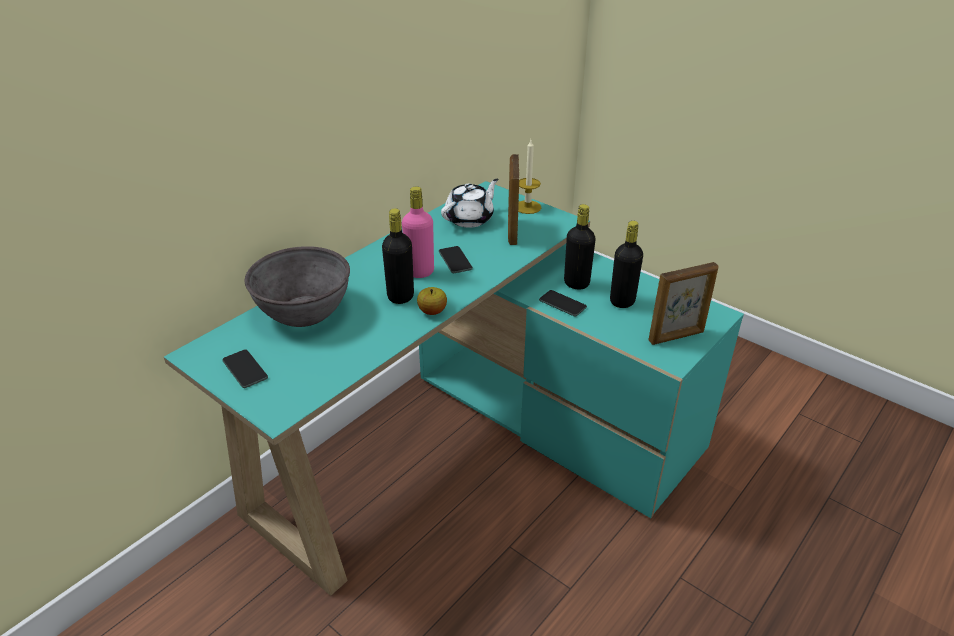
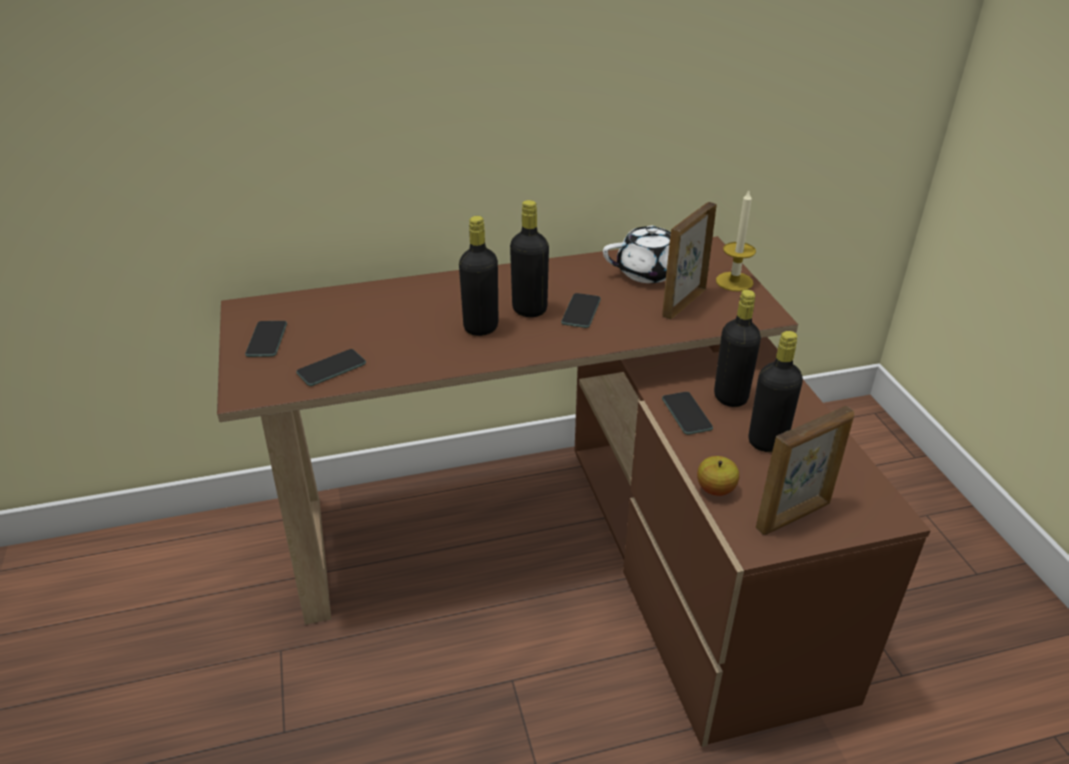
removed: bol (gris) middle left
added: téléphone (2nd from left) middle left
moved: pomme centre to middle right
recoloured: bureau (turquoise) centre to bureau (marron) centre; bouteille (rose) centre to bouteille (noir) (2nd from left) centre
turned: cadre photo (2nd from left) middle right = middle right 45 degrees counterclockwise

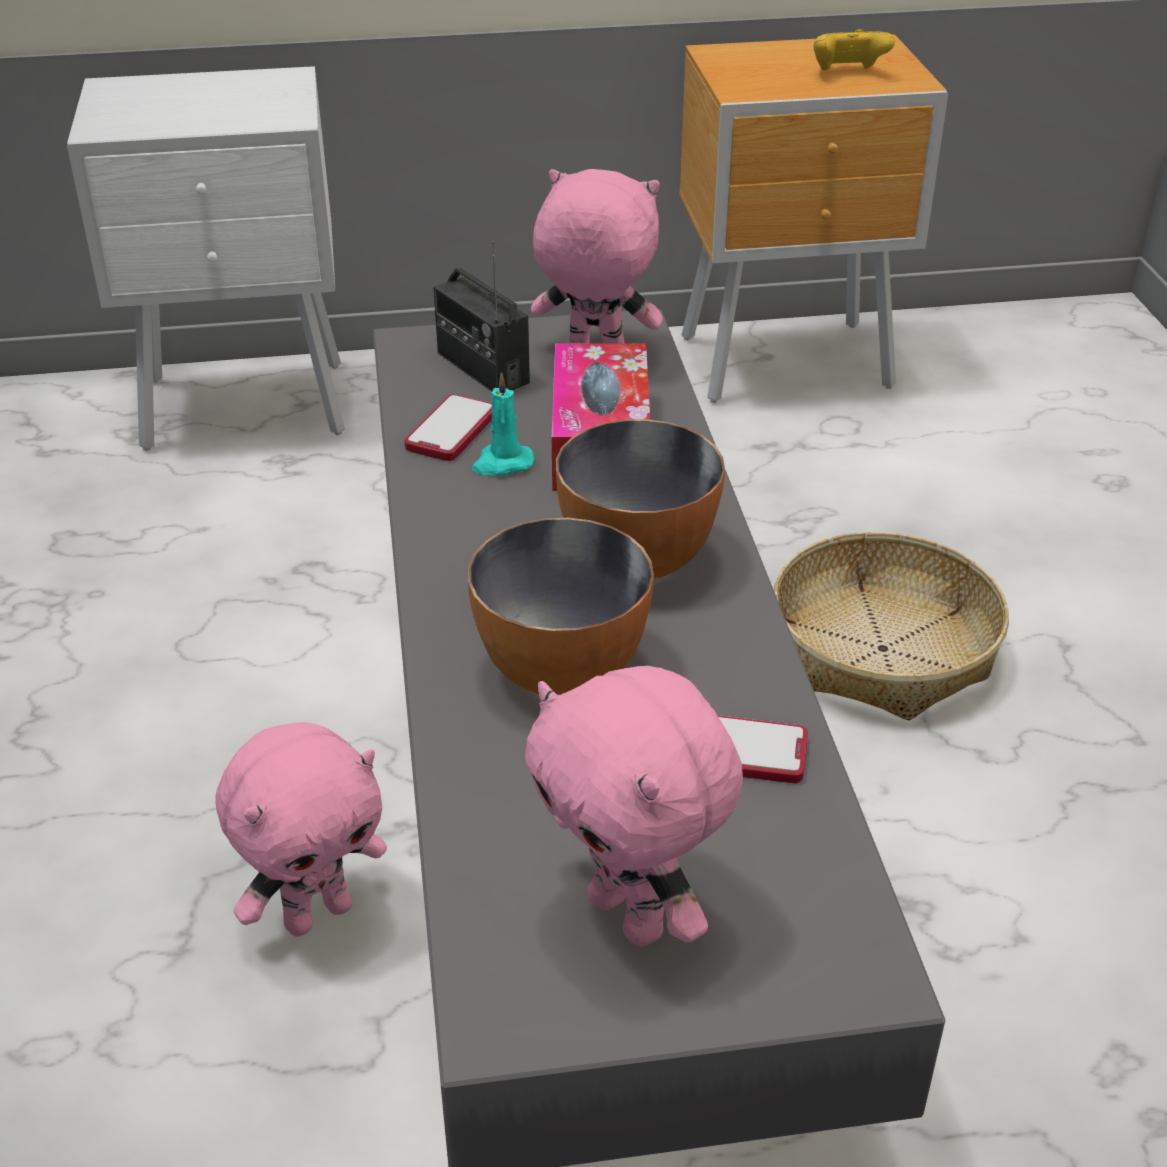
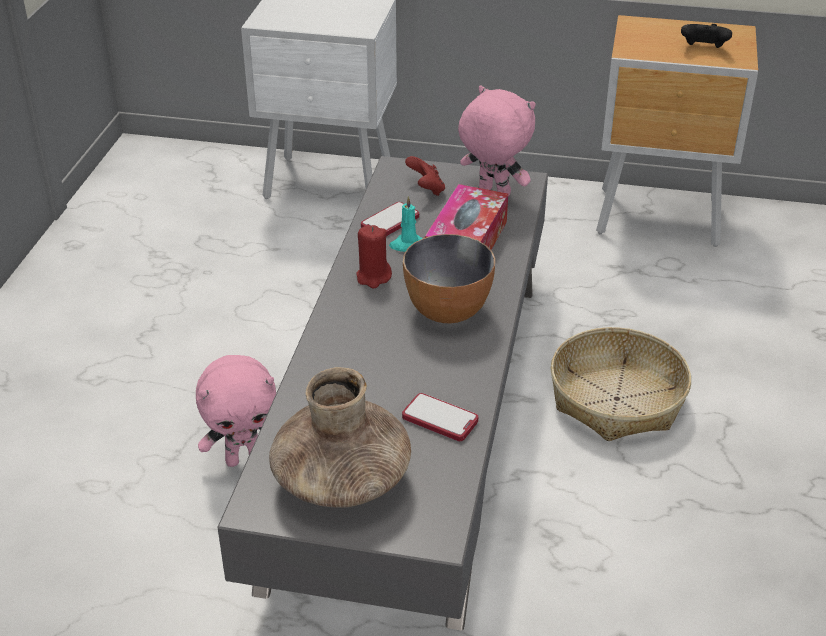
removed: bol (1st from left) centre
added: bougie (rouge) centre
replaced: peluche (rose) (3rd from left) bottom centre to vase (marron) bottom centre; radio top centre to manette (rouge) top centre
recoloured: manette (jaune) top right to manette (noir) top right

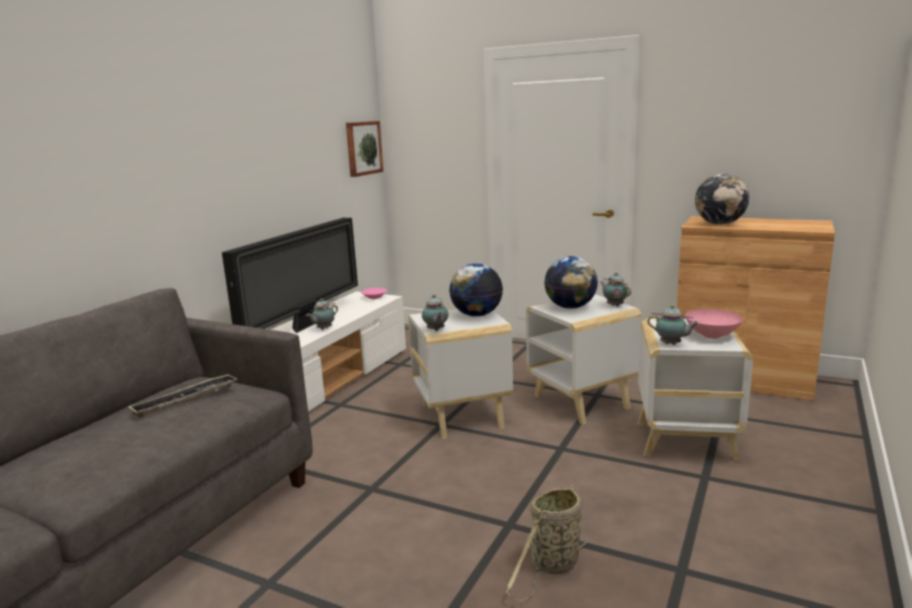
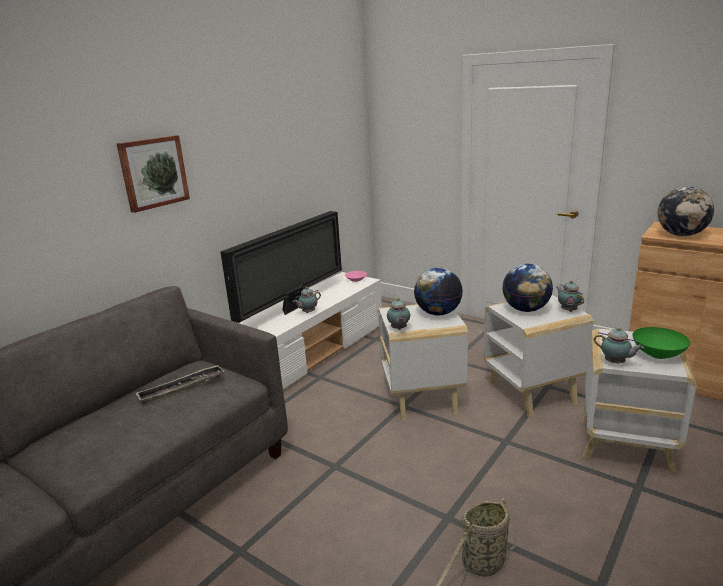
moved: tableau top centre to top left
recoloured: bol (rose) (2nd from left) middle right to bol (vert) middle right

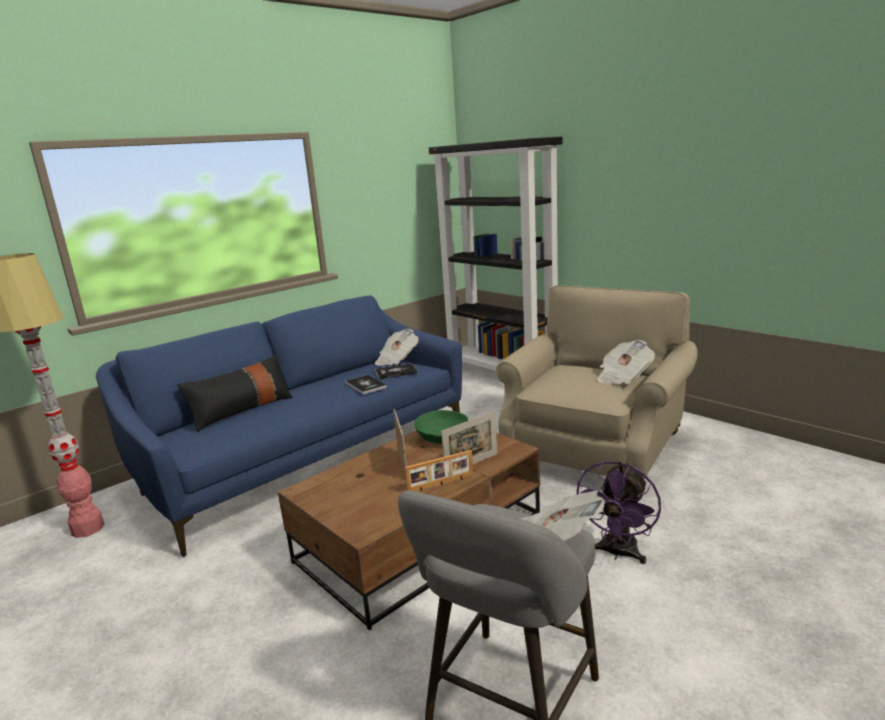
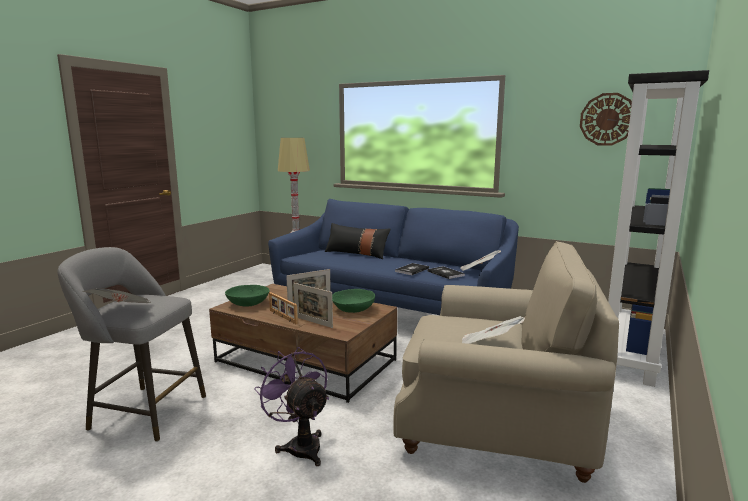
added: bol (vert) (1st from left) middle left; horloge murale top right
turned: ventilateur (violet) bottom right = bottom centre 45 degrees clockwise

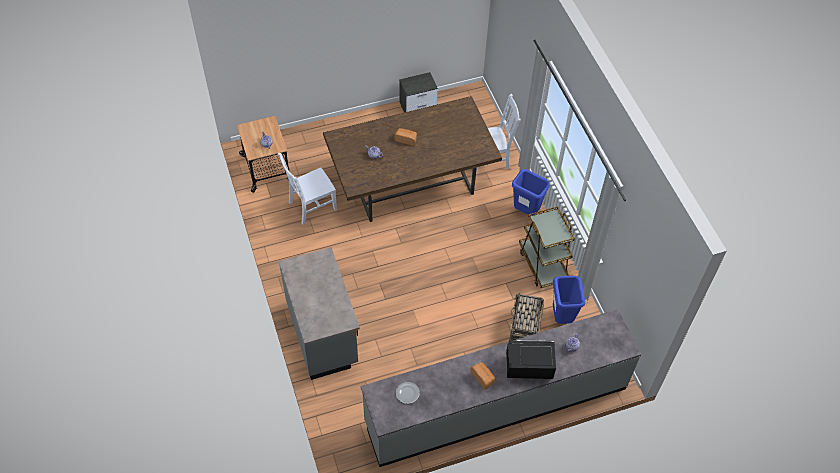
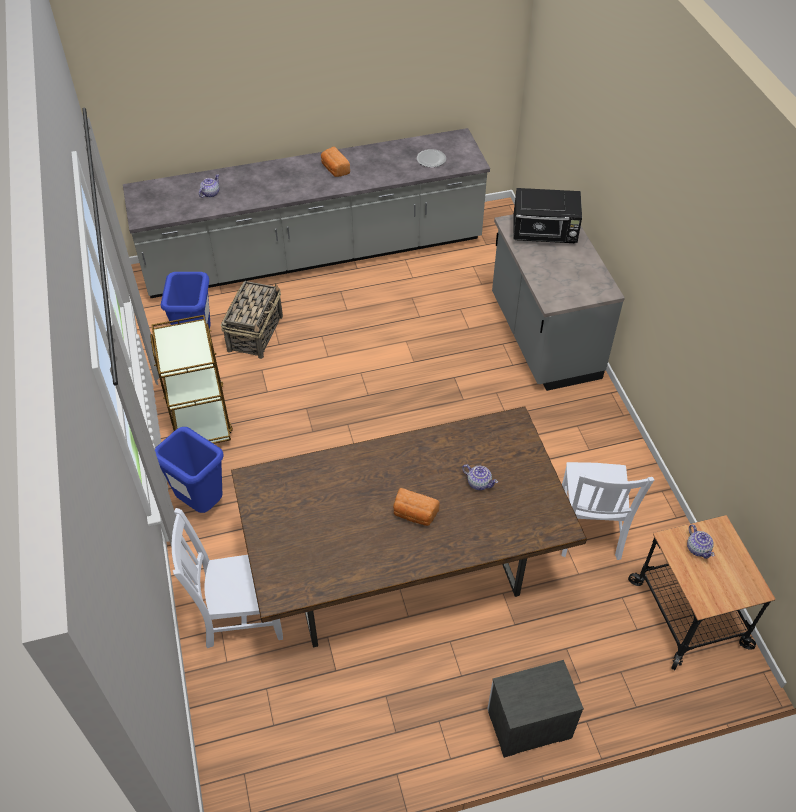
moved: table de chevet top centre to bottom right; micro-ondes (noir) bottom centre to top right
turned: chaise (blanc) (1st from left in the first image) centre = middle right 120 degrees clockwise

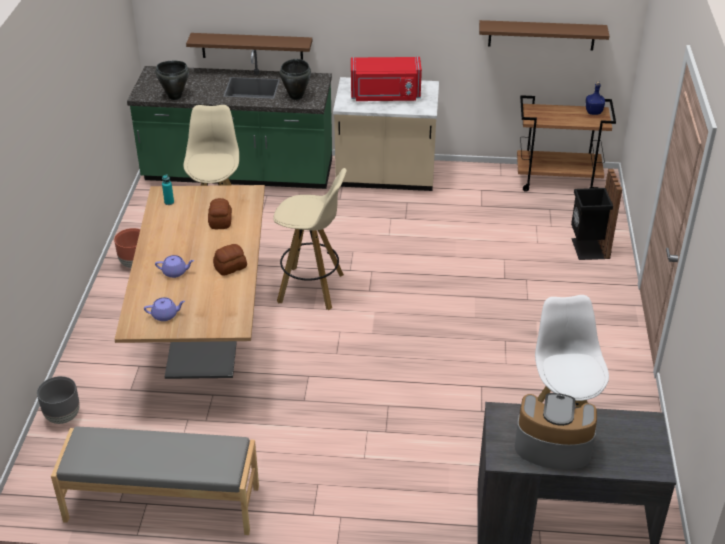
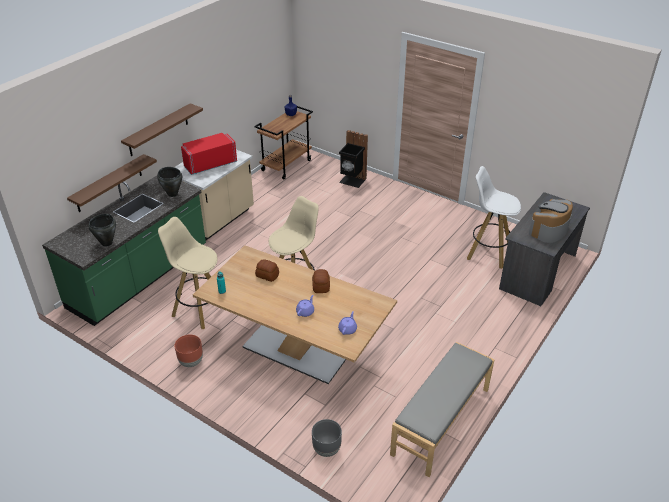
moved: étagère (marron) (2nd from left) top right to top left
turned: micro-ondes (rouge) top centre = top left 150 degrees counterclockwise

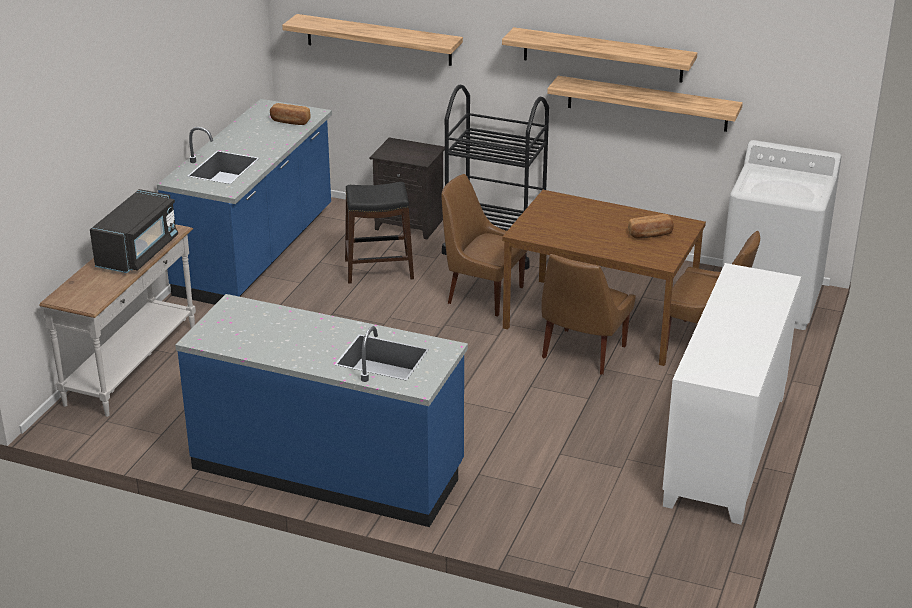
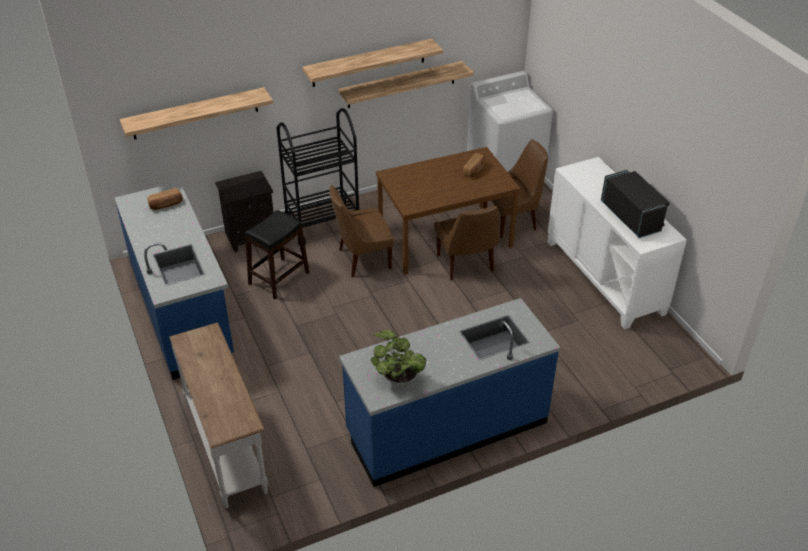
added: plante en pot centre
moved: micro-ondes (noir) middle left to middle right

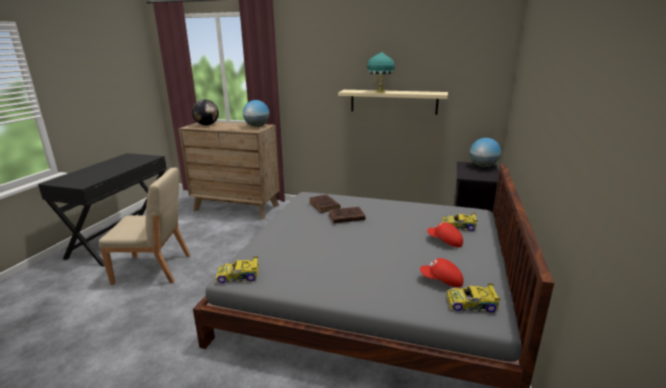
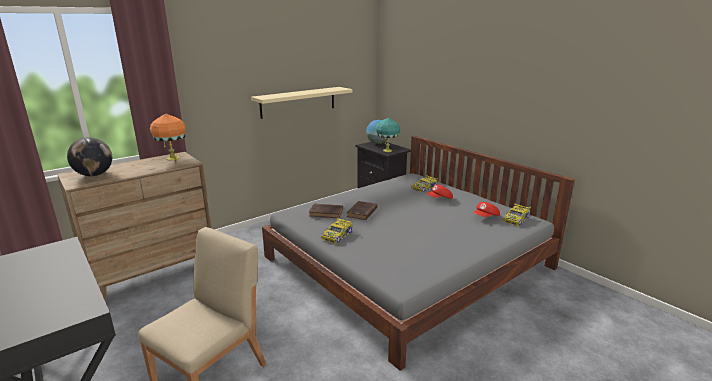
moved: petite voiture (1st from left) bottom centre to centre; lampe de table (turquoise) top centre to centre
replaced: globe (2nd from left) top centre to lampe de table (orange) middle left

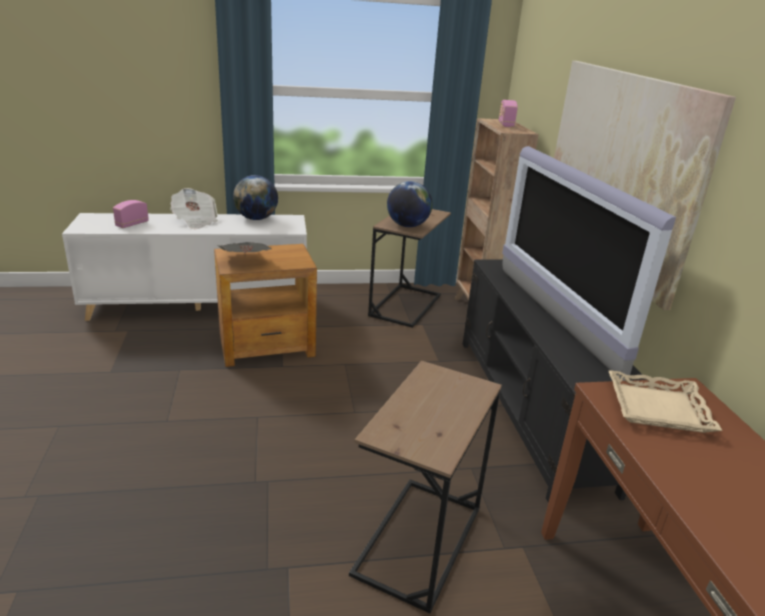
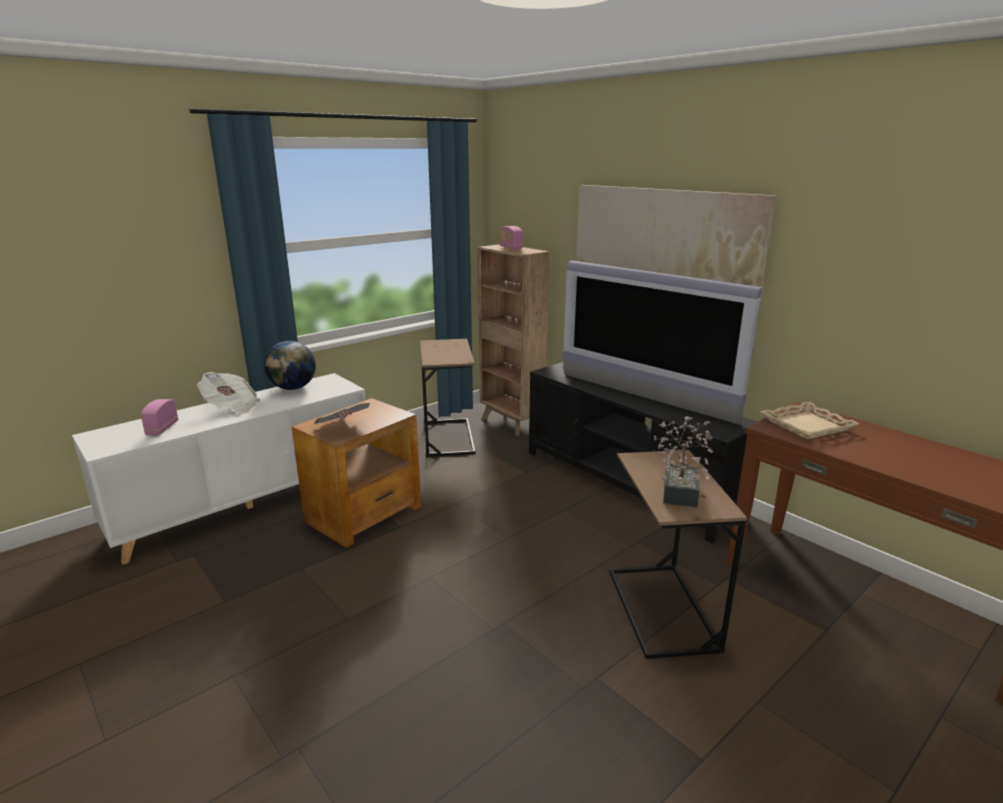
removed: globe (2nd from left) top centre
added: plante en pot middle right

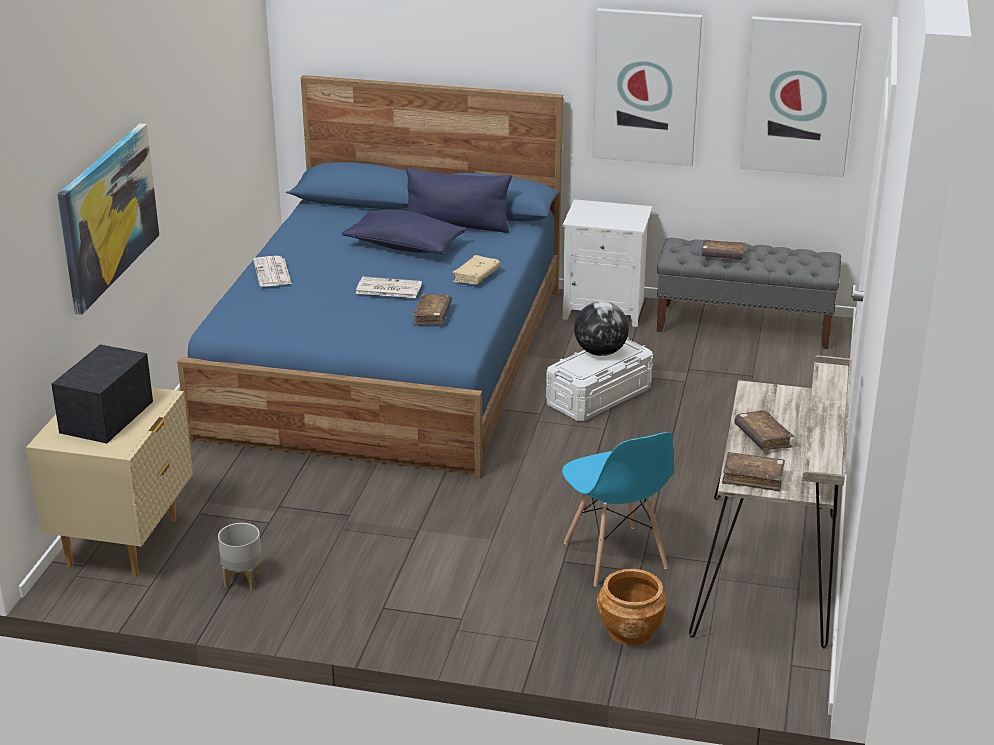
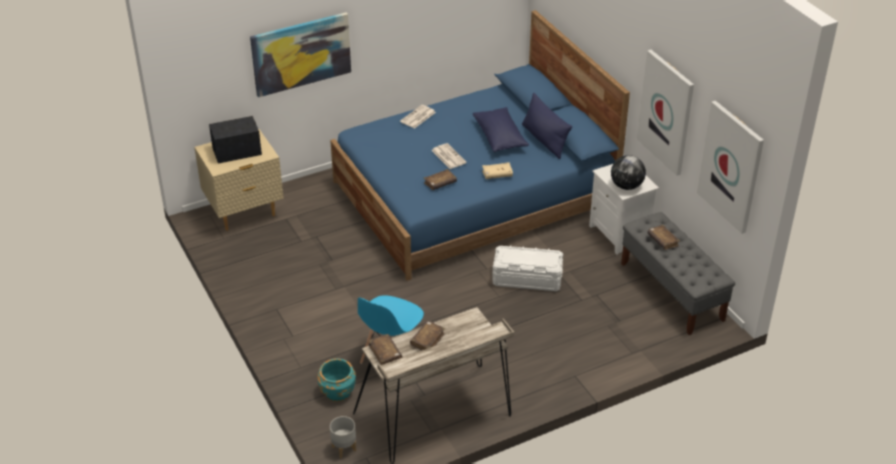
moved: cache-pot (gris) bottom left to bottom centre; globe centre to middle right
recoloured: cache-pot (marron) bottom centre to cache-pot (turquoise) bottom centre

